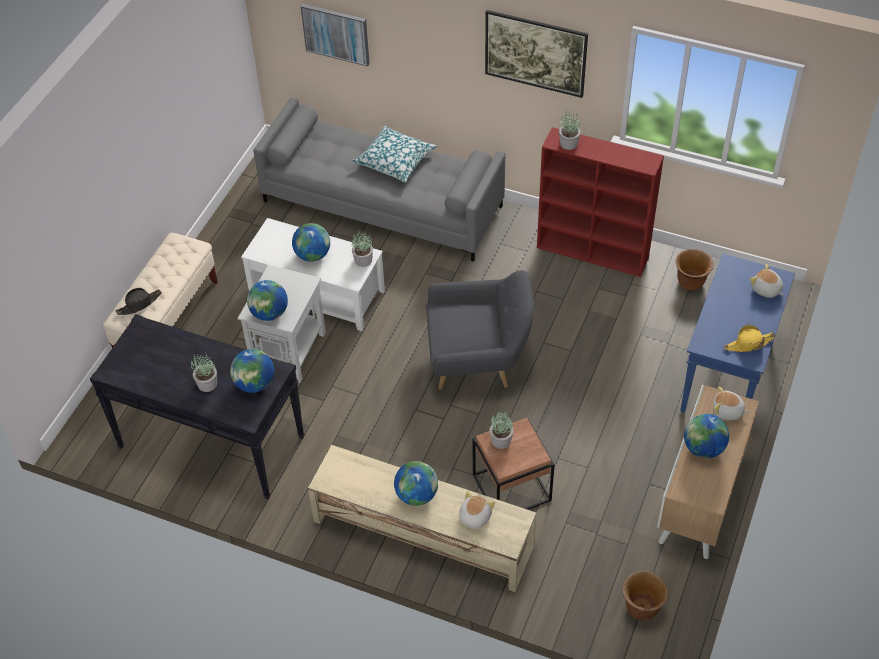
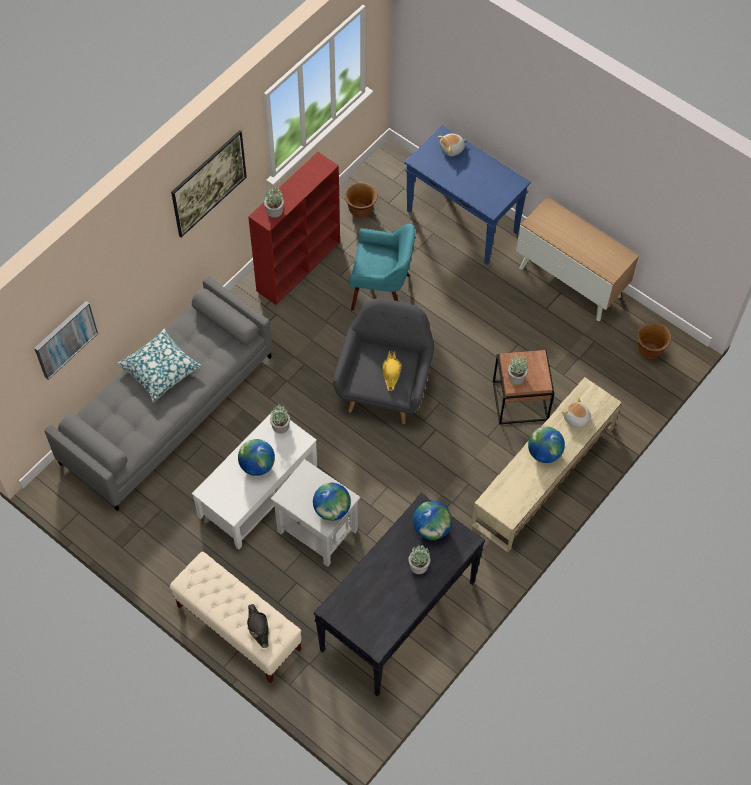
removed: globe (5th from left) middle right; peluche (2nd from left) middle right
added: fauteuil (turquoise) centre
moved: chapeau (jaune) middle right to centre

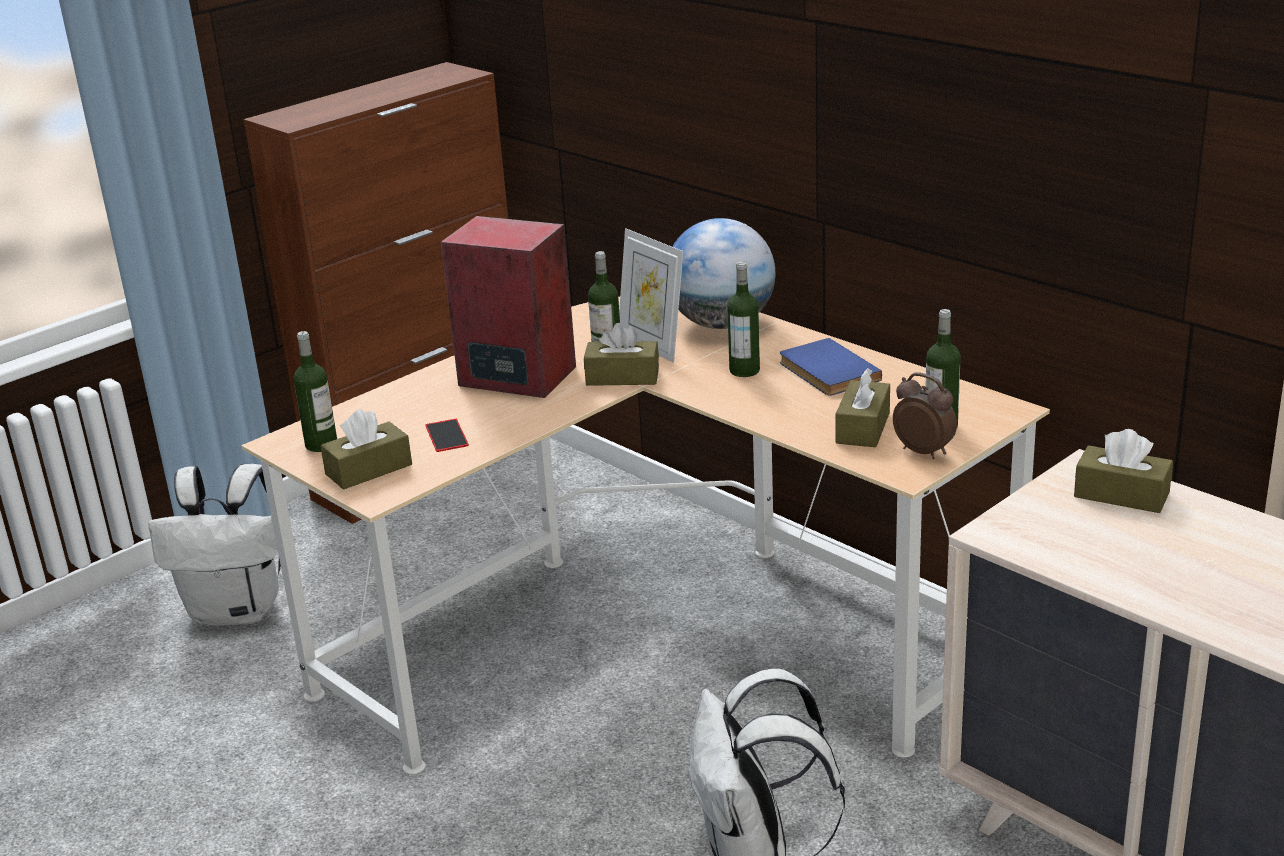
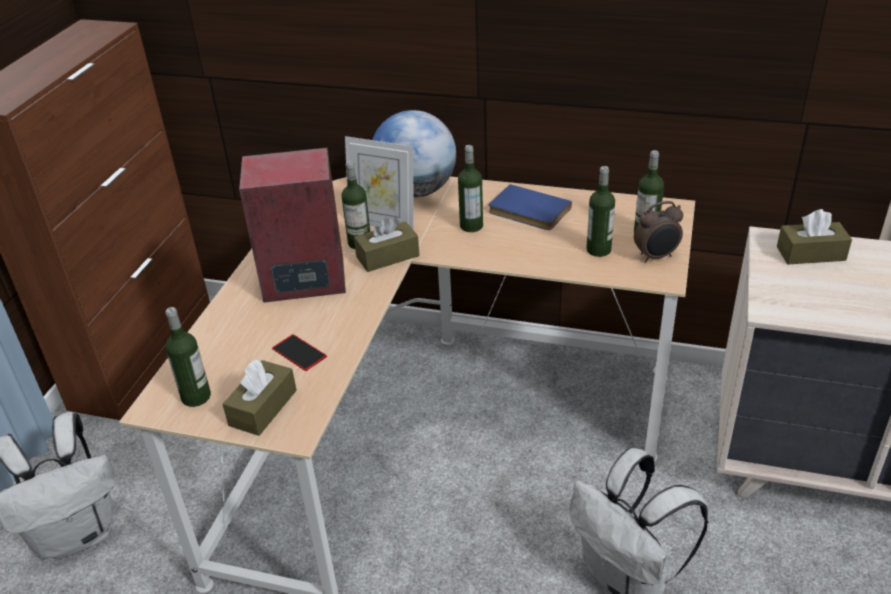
replaced: boîte à mouchoirs (marron) (3rd from left) middle right to bouteille (4th from left) middle right
turned: réveil middle right = middle right 150 degrees clockwise

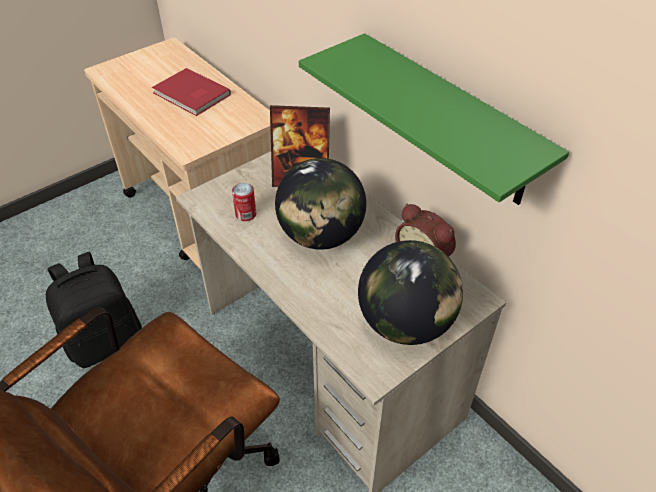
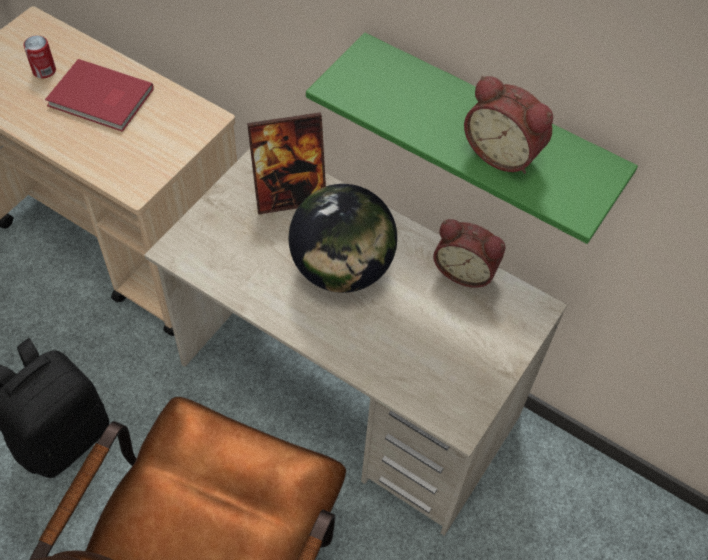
removed: globe (2nd from left) centre
added: réveil (2nd from left) top right
moved: boîte métallique centre to top left

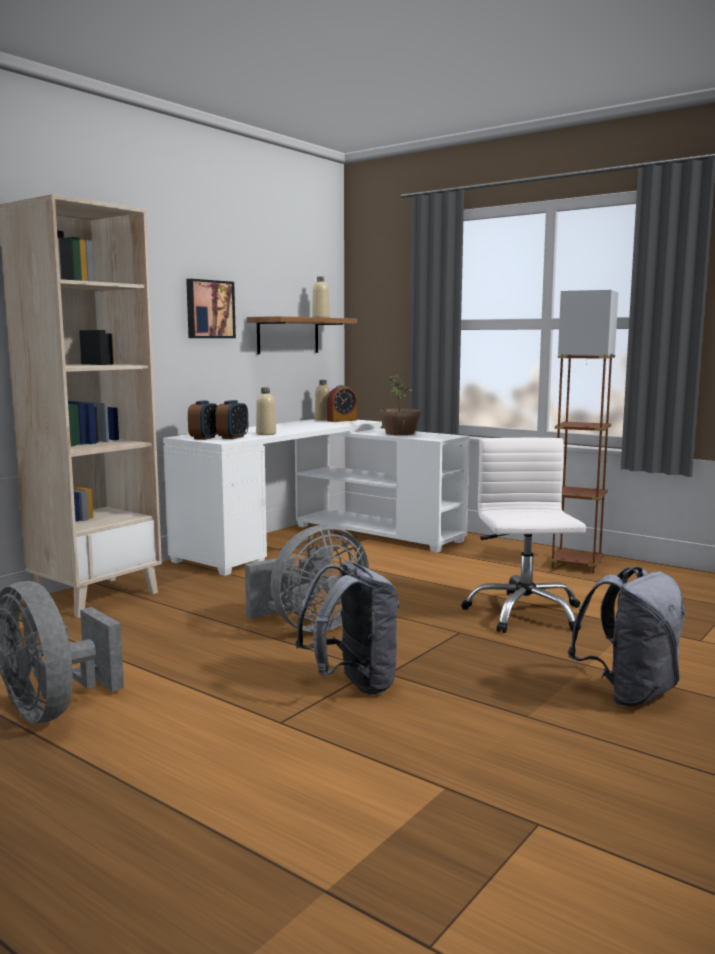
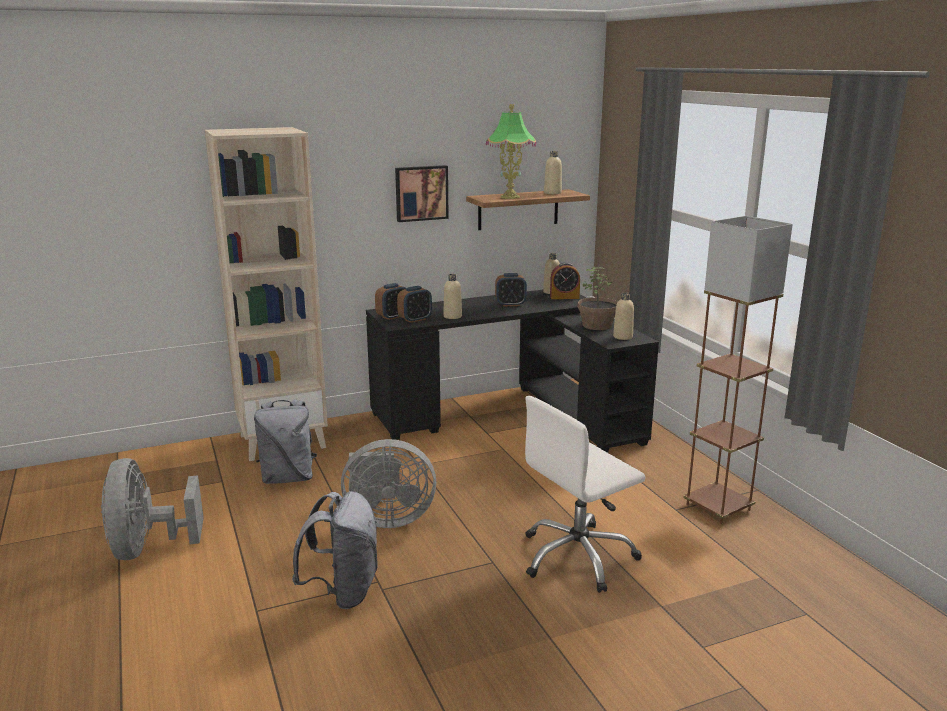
added: lampe de table top centre; réveil (3rd from left) centre; bouteille (beige) (4th from left) centre
moved: sac à dos (gris) (2nd from left in the first image) bottom right to sac à dos (gris) (1st from left) middle left
recoloured: bureau (blanc) centre to bureau (noir) centre
turned: chaise de bureau (blanc) middle right = bottom centre 150 degrees counterclockwise

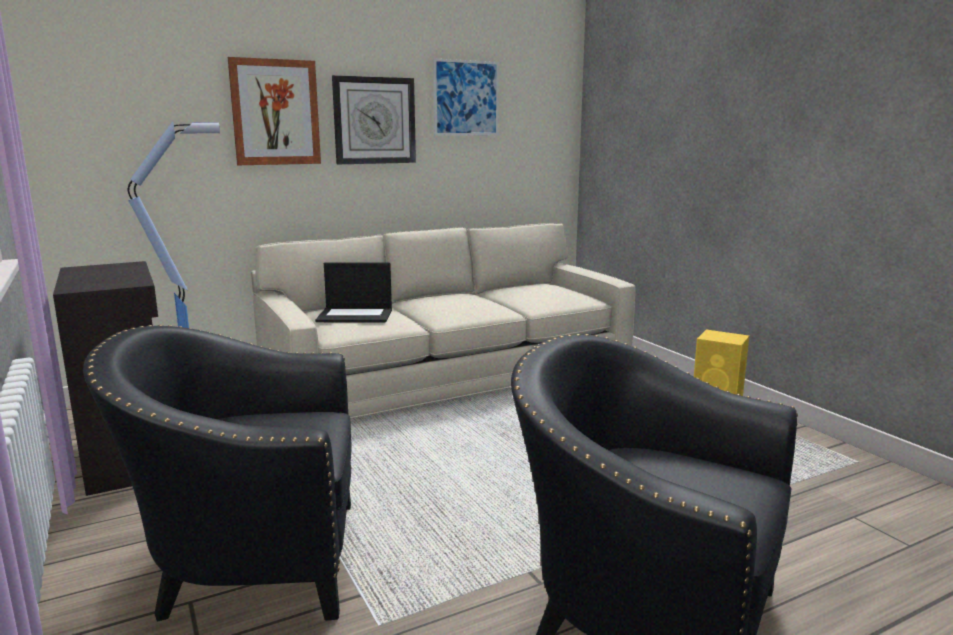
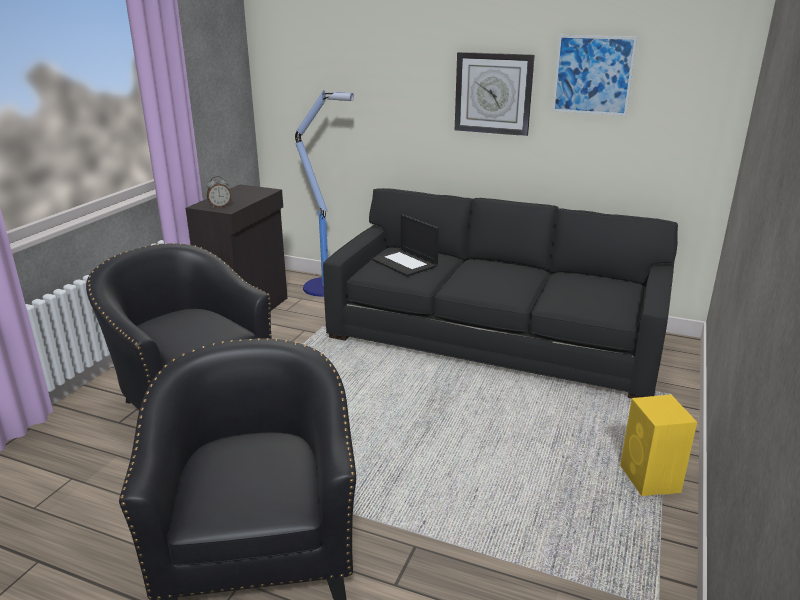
removed: tableau (1st from left) top left
added: réveil top left
recoloured: canapé (beige) centre to canapé (noir) centre

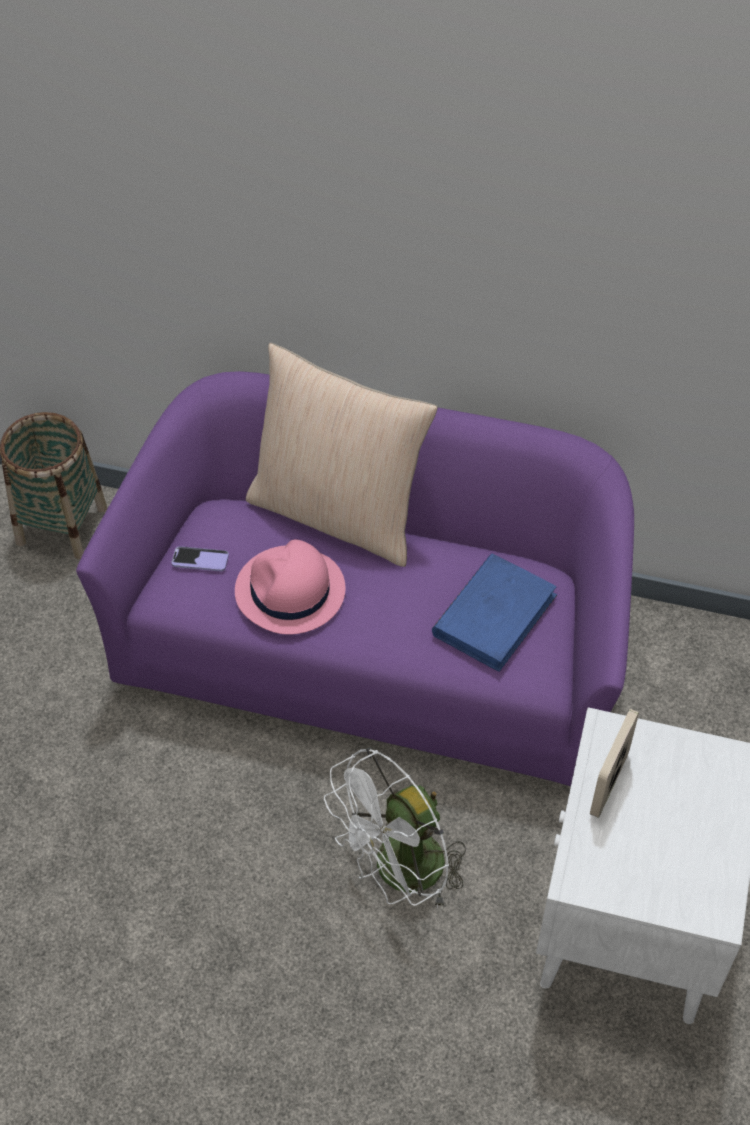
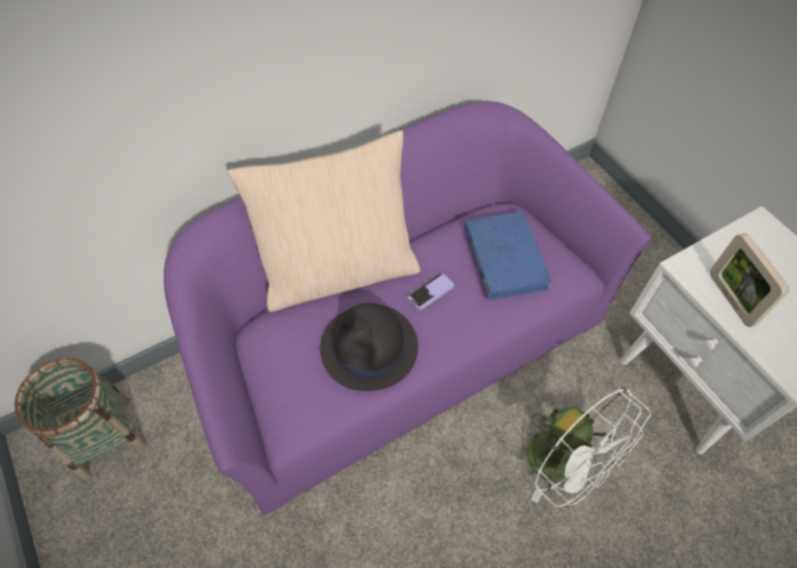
moved: téléphone middle left to centre
recoloured: chapeau (rose) centre to chapeau (noir) centre
turned: ventilateur (blanc) bottom centre = bottom right 45 degrees counterclockwise

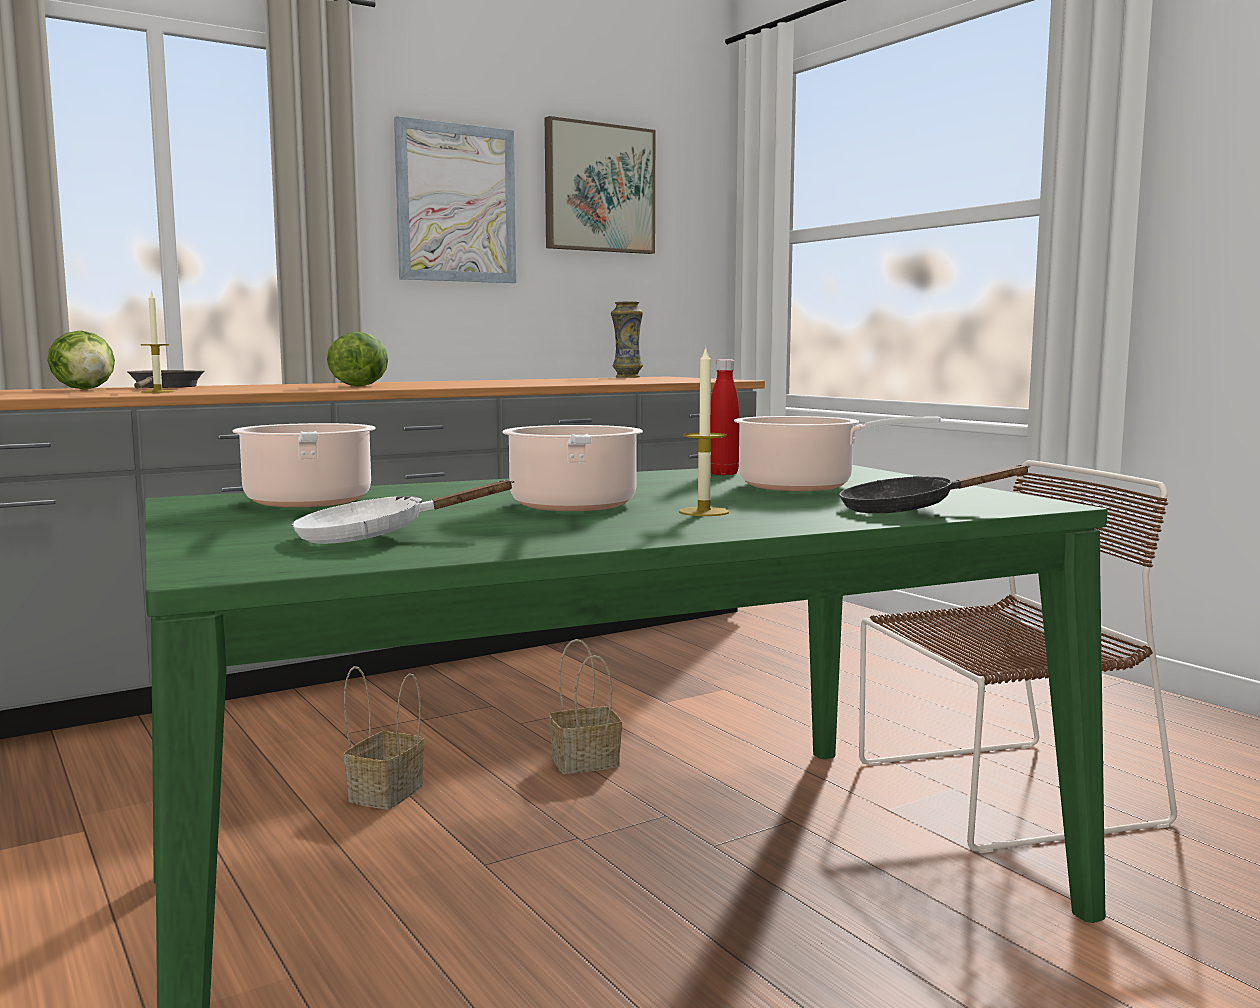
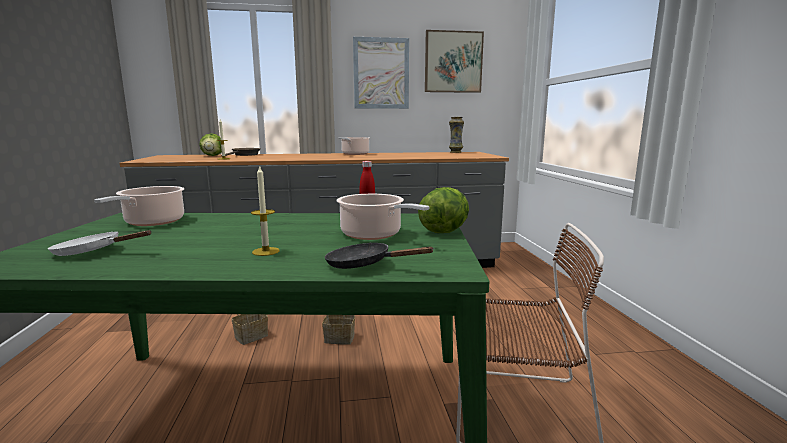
moved: marmite (2nd from left) centre to top centre; laitue (2nd from left) middle left to centre

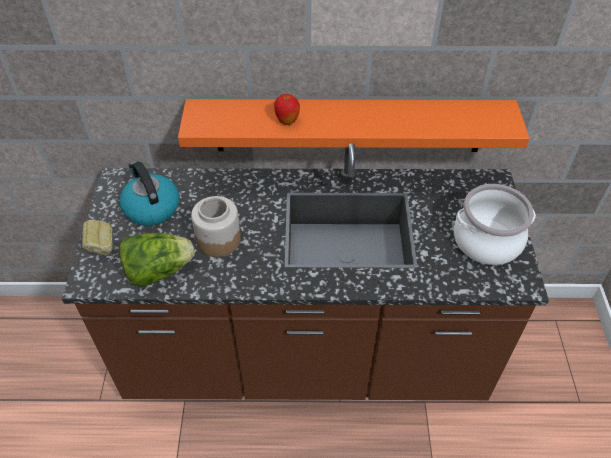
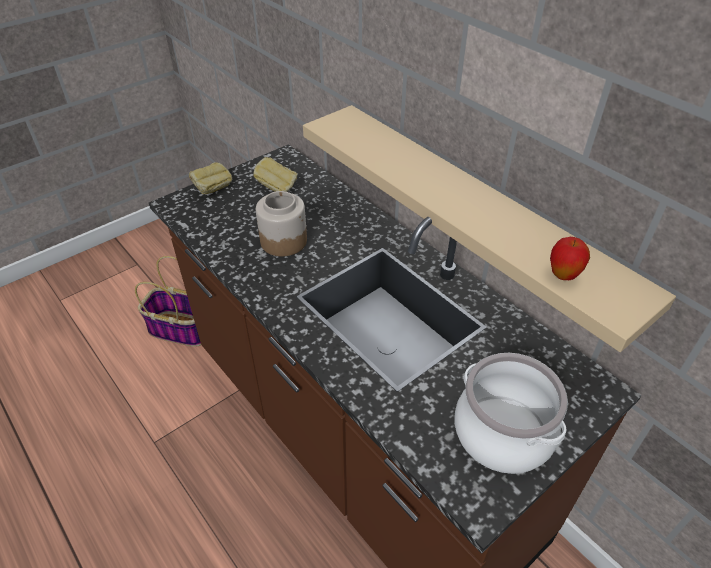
removed: laitue middle left
added: panier middle left
moved: pomme top centre to middle right
replaced: bouilloire middle left to pain (2nd from left) top centre
recoloured: étagère (orange) top centre to étagère (beige) middle right

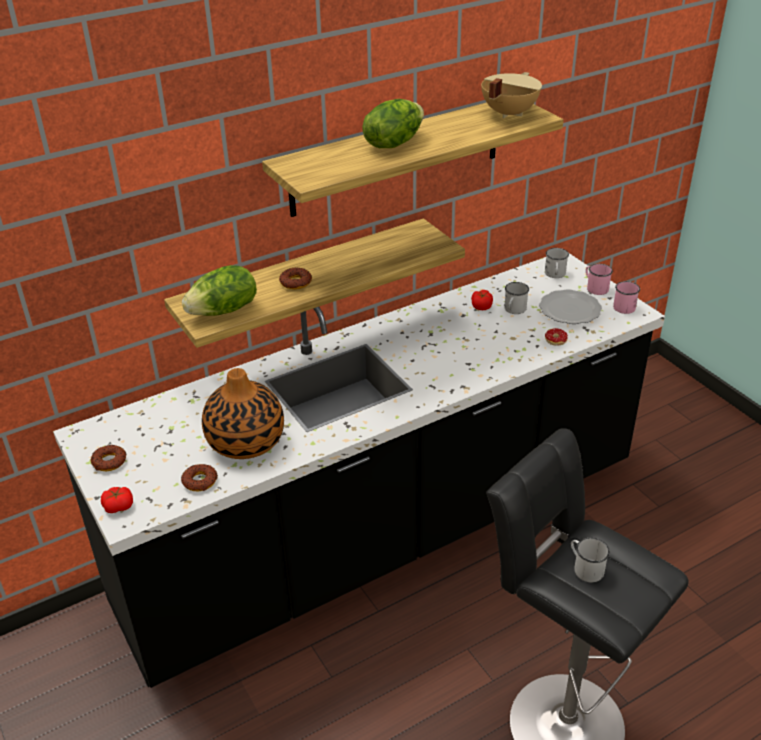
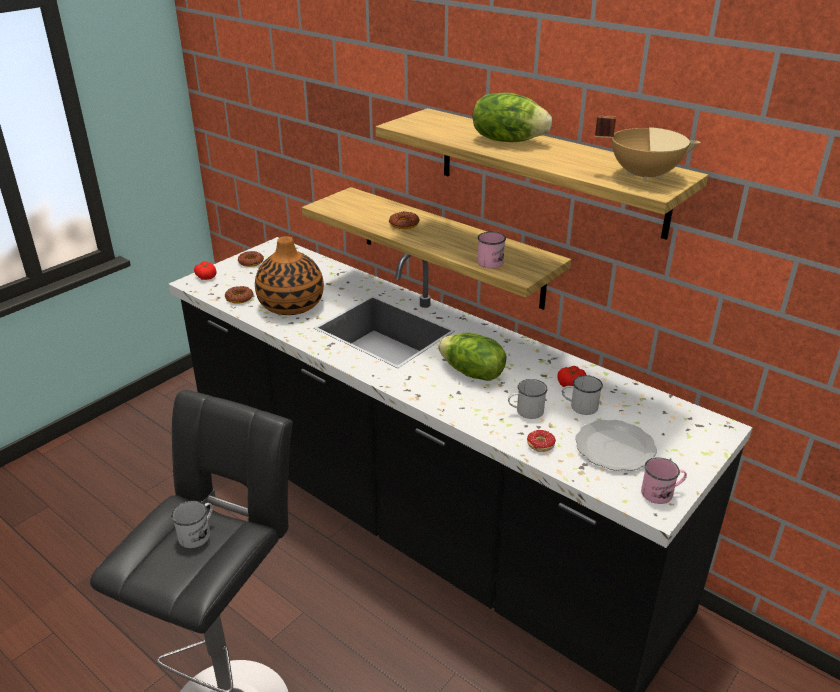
moved: laitue (1st from left) middle left to centre; mug (rose) (1st from left) middle right to centre; mug (blanc) (2nd from left) middle right to centre

